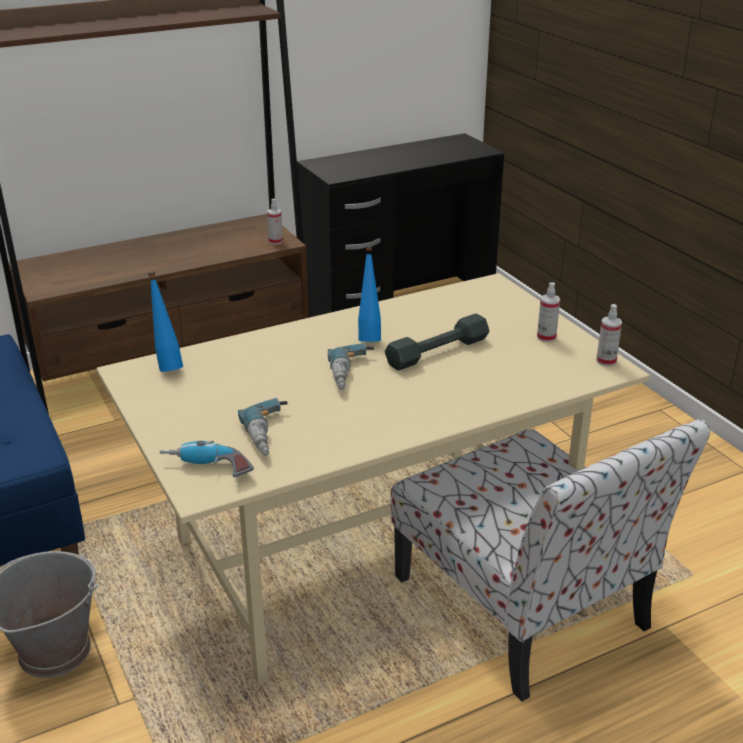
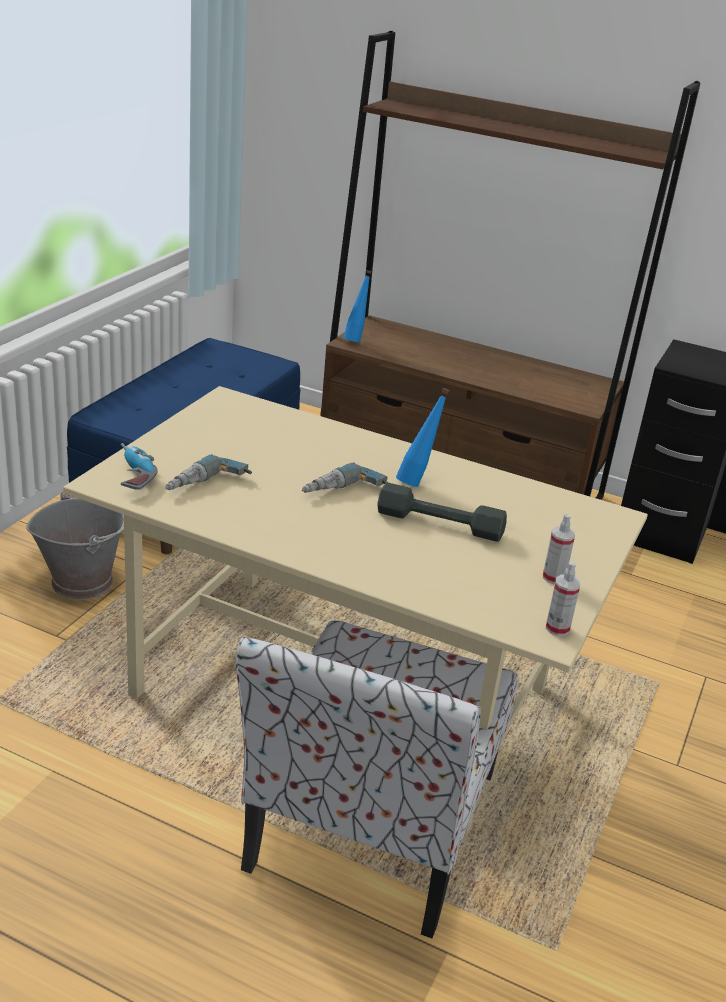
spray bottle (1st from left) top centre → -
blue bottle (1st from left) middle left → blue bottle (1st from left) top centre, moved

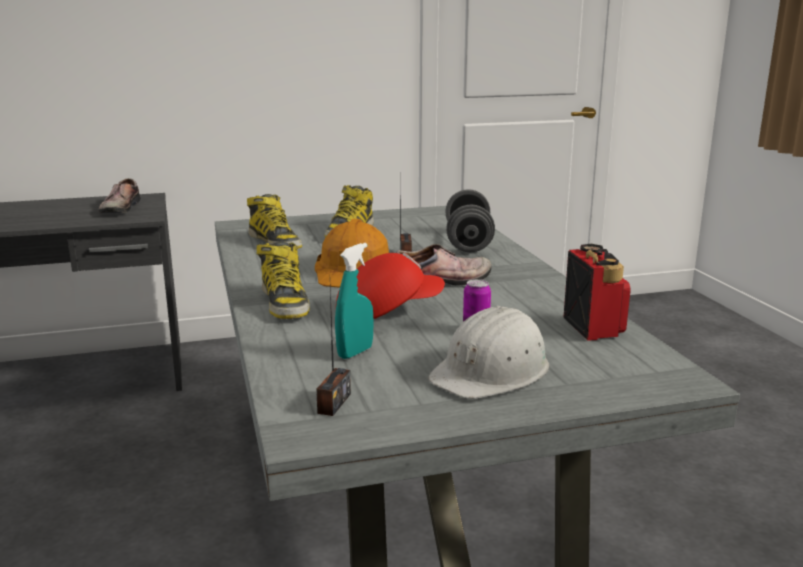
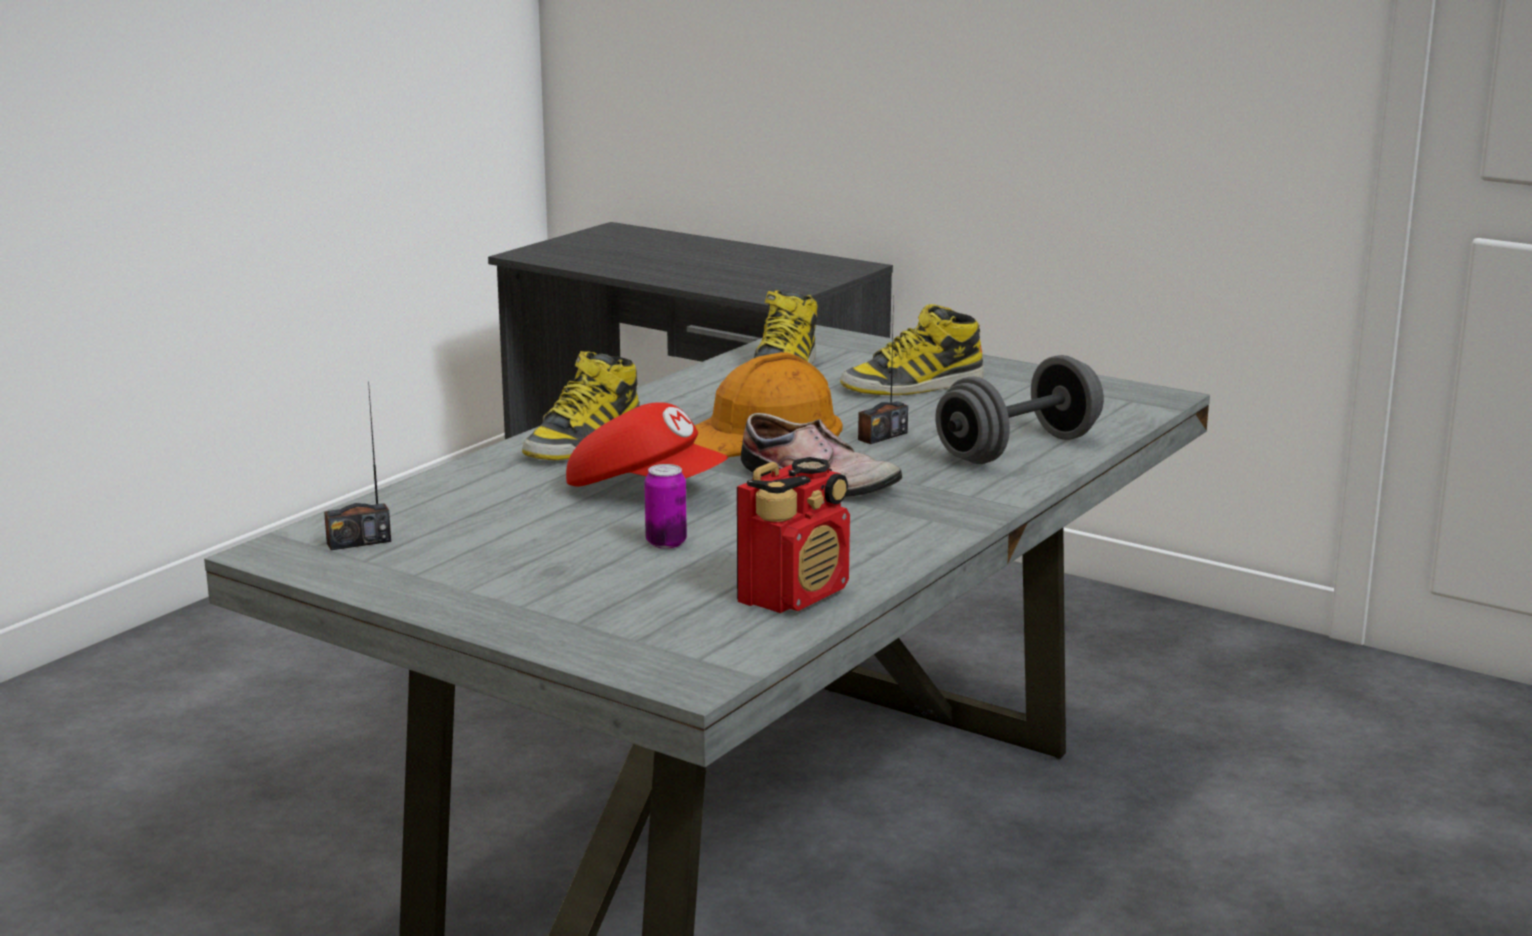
shoe (1st from left) middle left → -
turquoise spray bottle centre → -
white hard hat centre → -

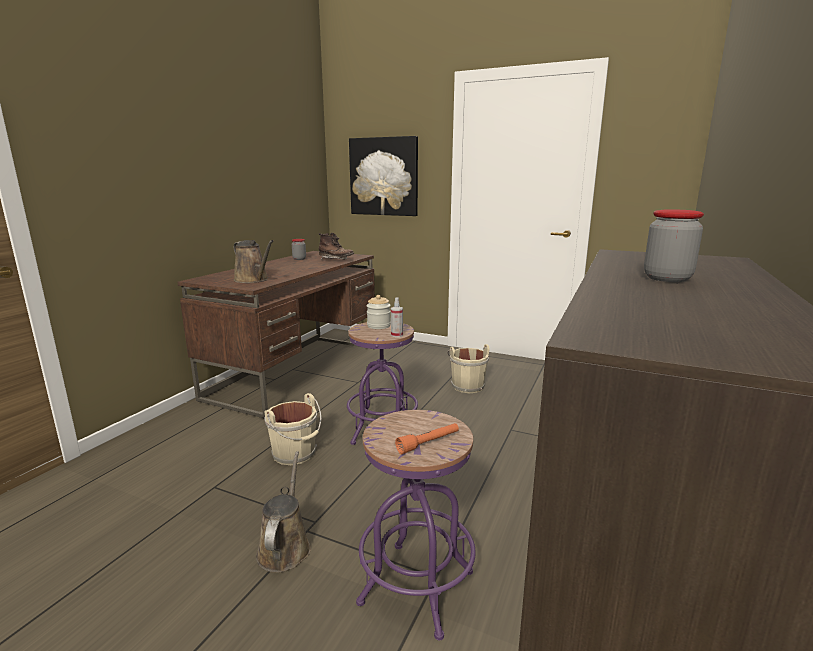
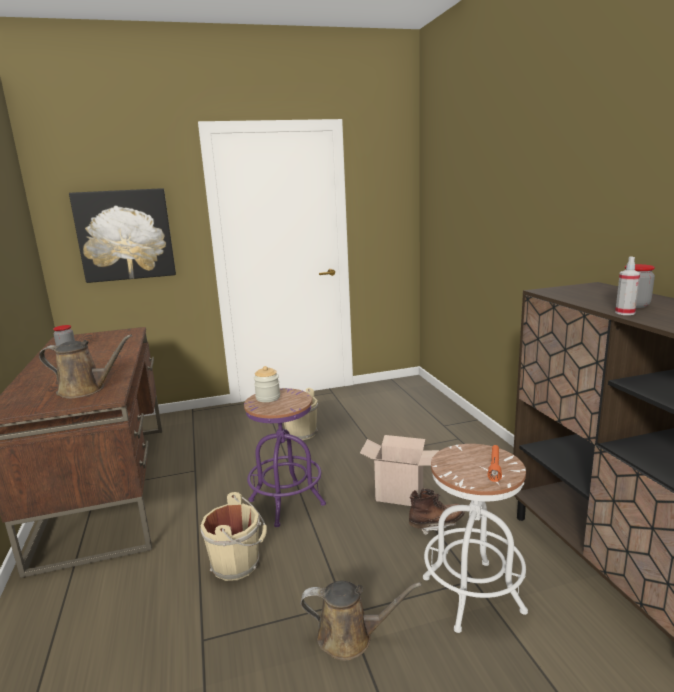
brown boot centre → brown boot bottom centre, moved
spray bottle centre → spray bottle middle right, moved
purple stool (2nd from left) bottom centre → white stool bottom right
brown watering can (2nd from left) bottom centre, 135 degrees clockwise
- → cardboard box bottom centre

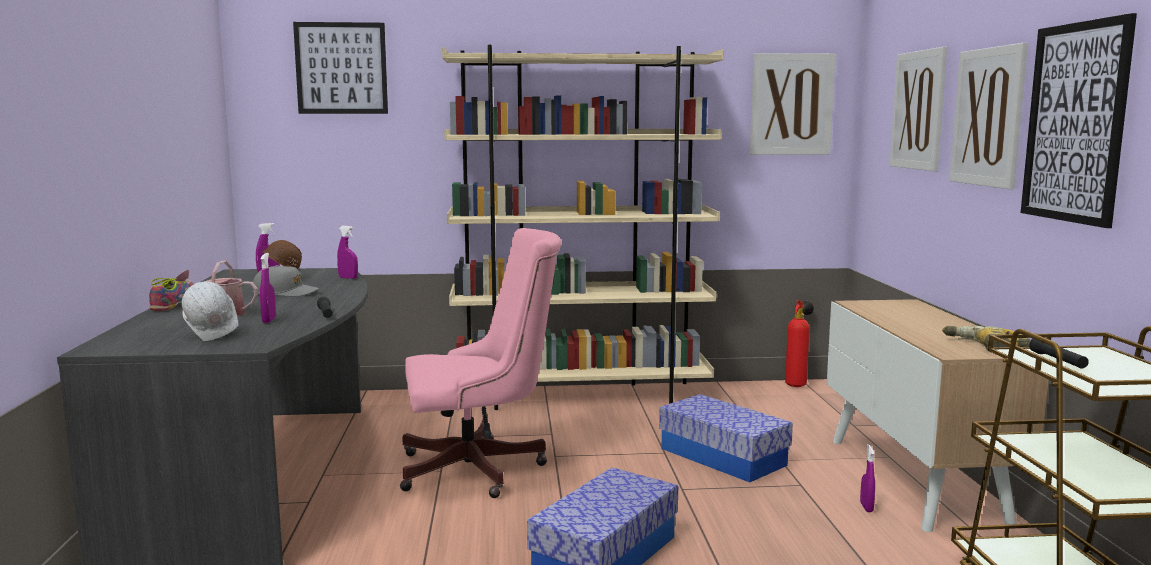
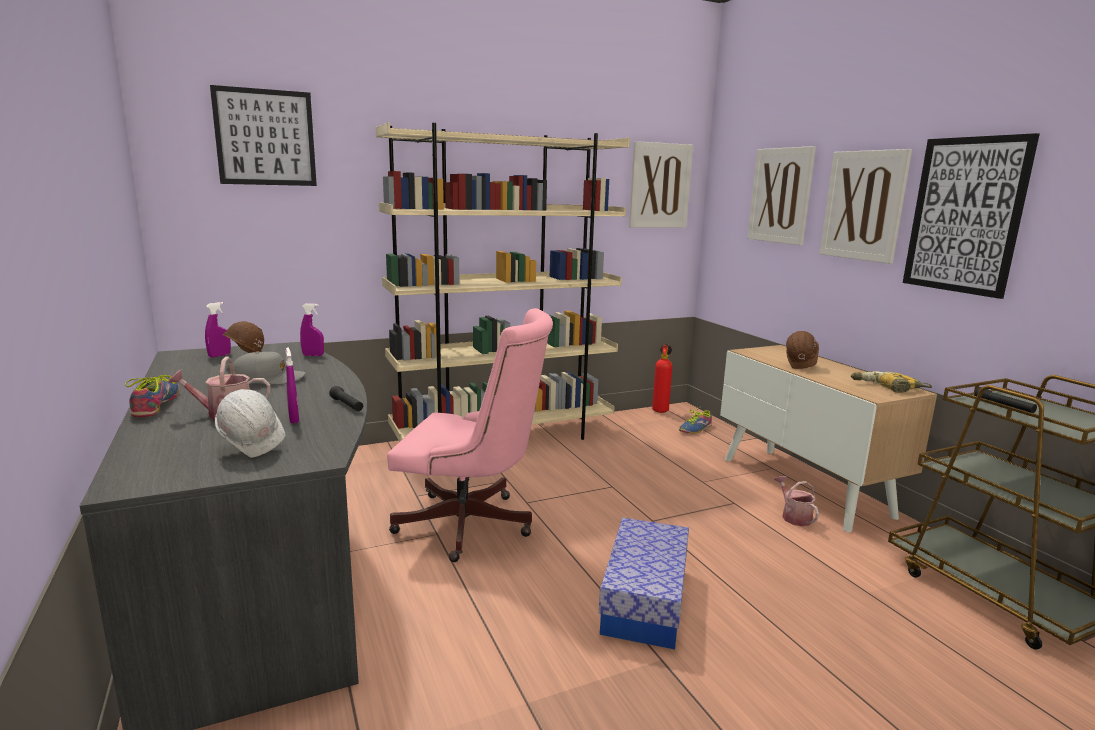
pink office chair centre, 45 degrees clockwise
storage box (2nd from left) bottom centre → -
purple spray bottle (4th from left) bottom right → watering can (2nd from left) bottom right
- → brown hard hat (2nd from left) middle right
- → shoe (2nd from left) centre

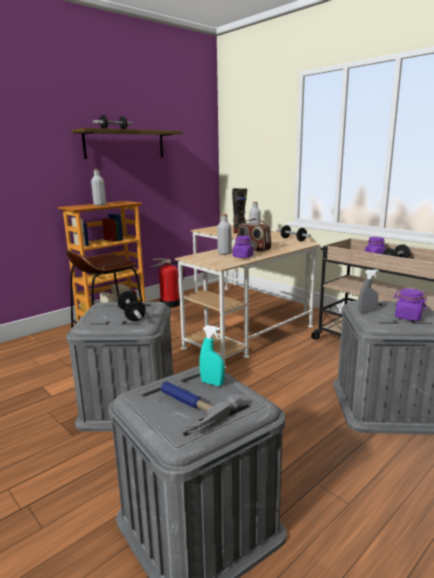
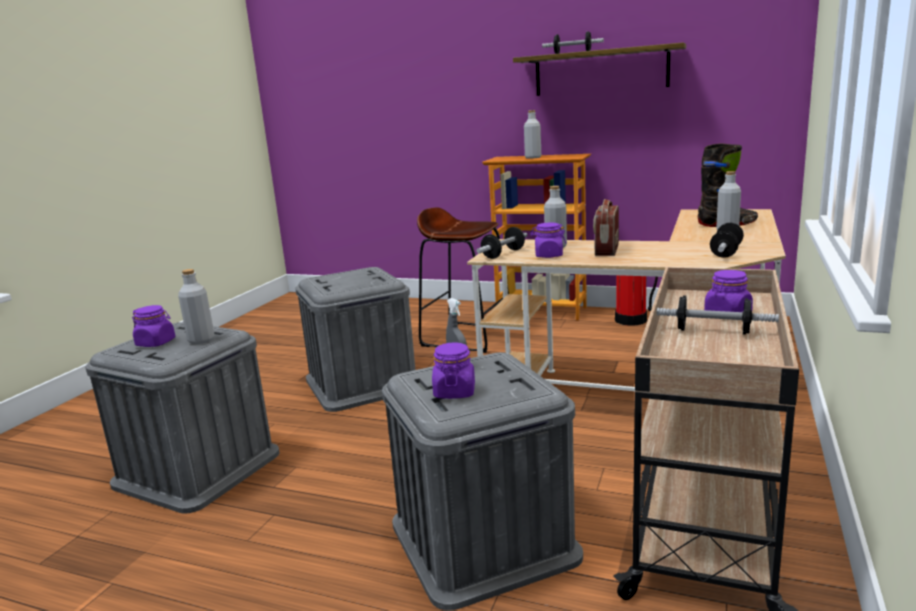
dumbbell (2nd from left in the first image) middle left → dumbbell (1st from left) centre, moved
turquoise spray bottle centre → grey bottle (1st from left) middle left
hammer bottom centre → purple jar (1st from left) middle left

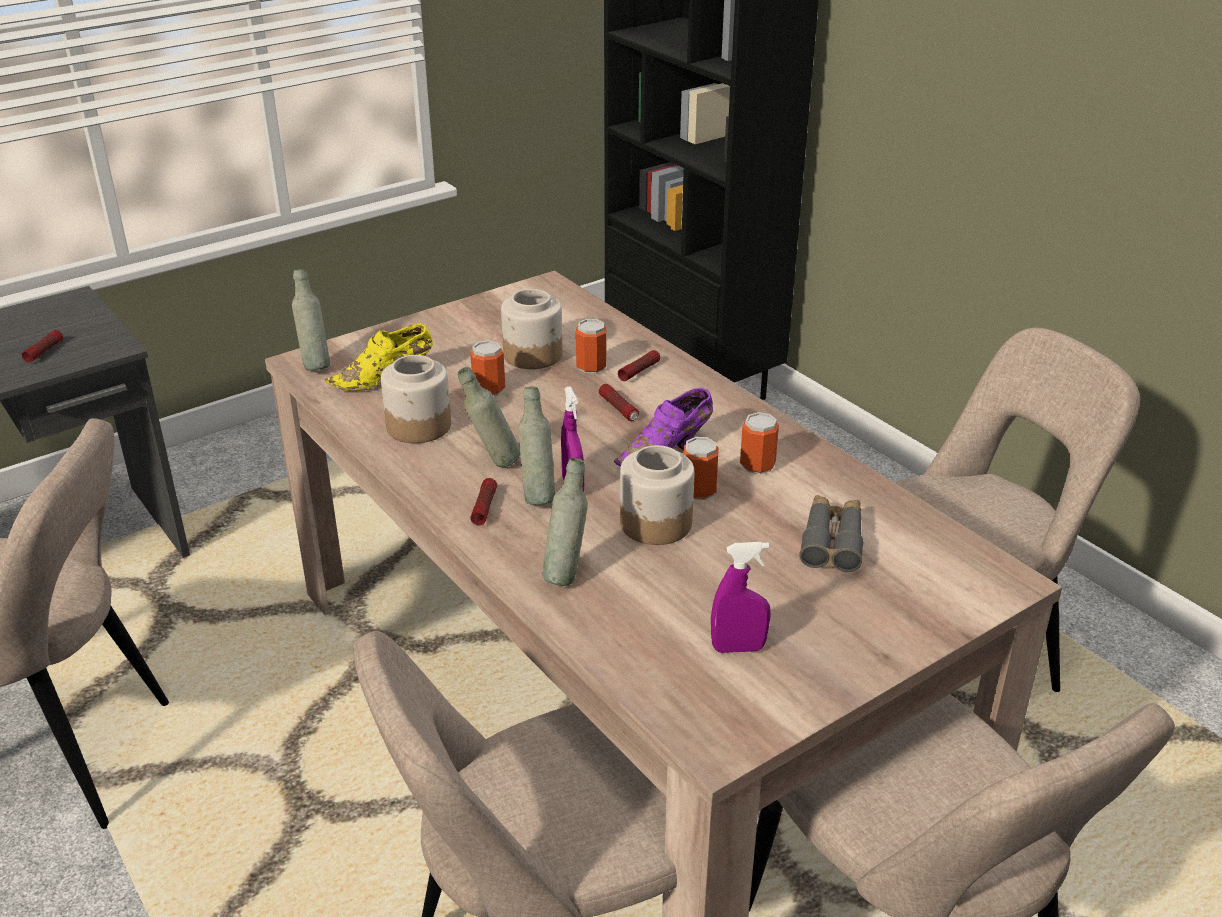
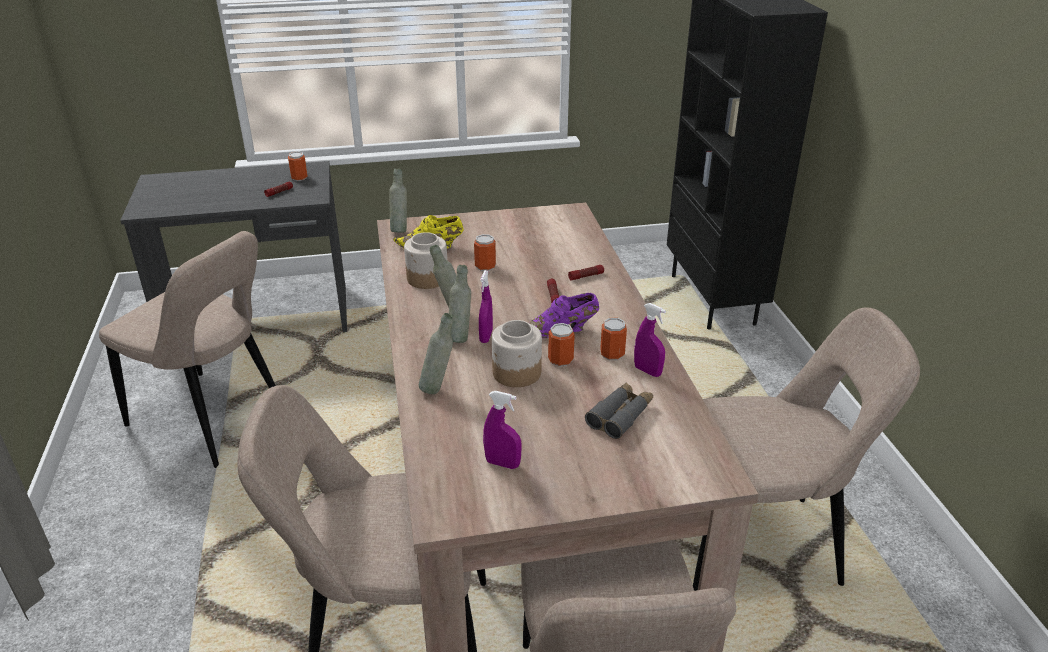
jar (2nd from left) centre → -
can (2nd from left in the first image) centre → can (1st from left) top left, moved
flashlight (2nd from left) centre → -
- → purple spray bottle (3rd from left) centre

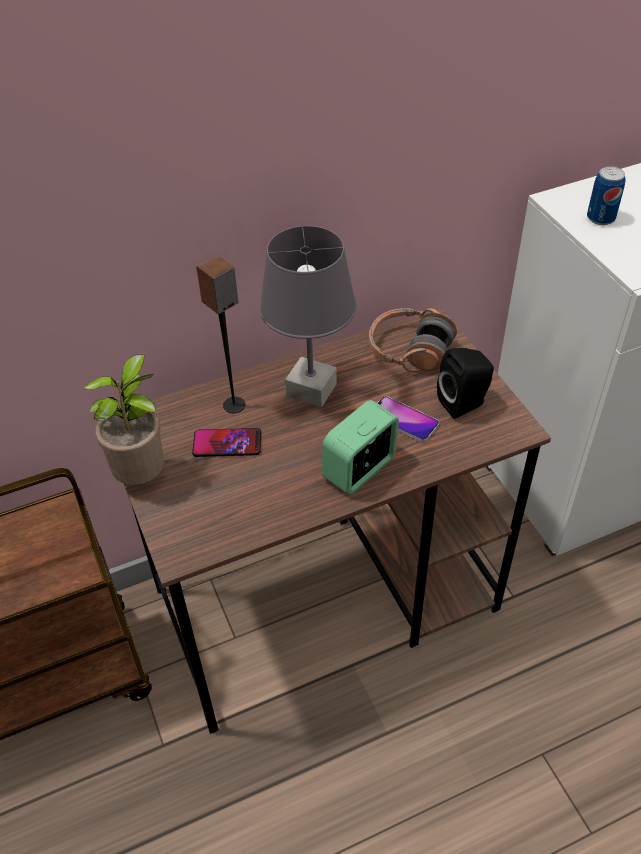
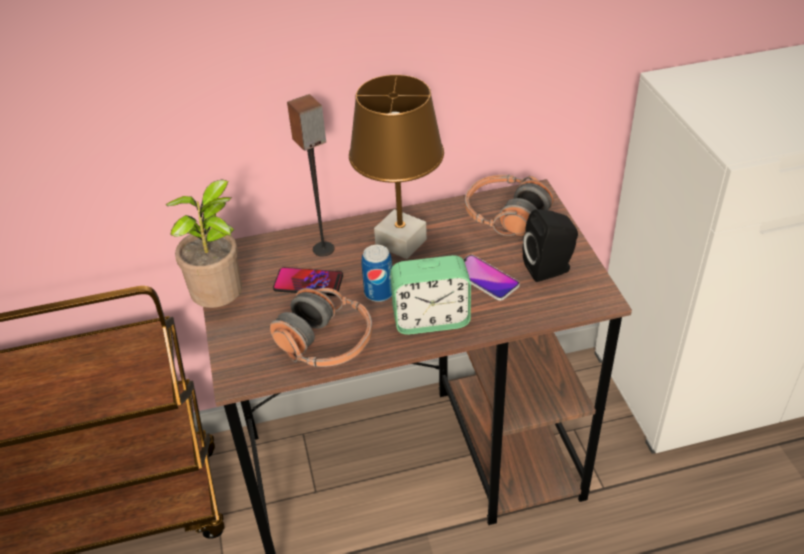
can top right → can centre, moved
grey table lamp centre → brown table lamp top centre
alarm clock centre, 150 degrees counterclockwise
- → headphones (1st from left) centre

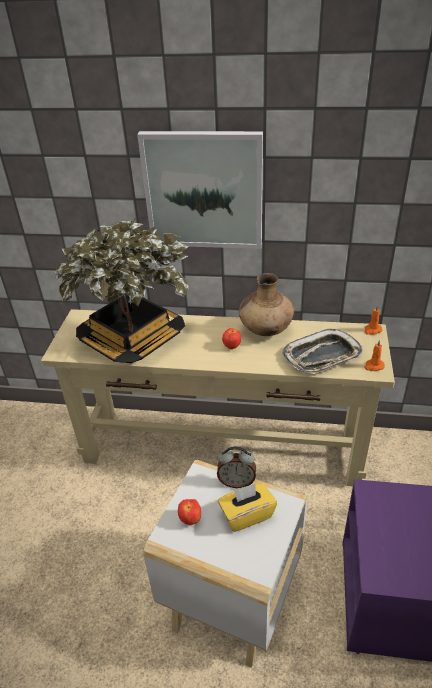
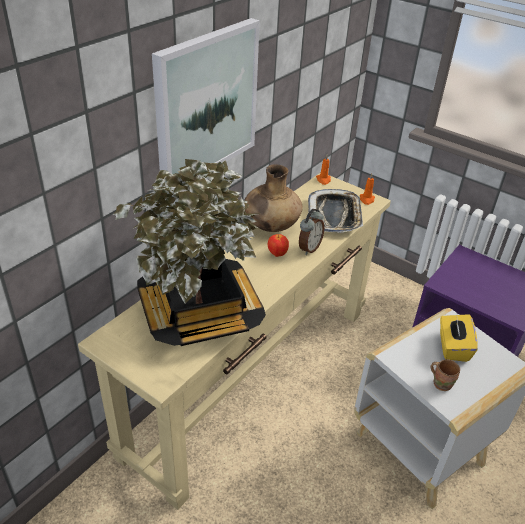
alarm clock bottom centre → alarm clock centre, moved
apple (1st from left) bottom centre → brown mug bottom right

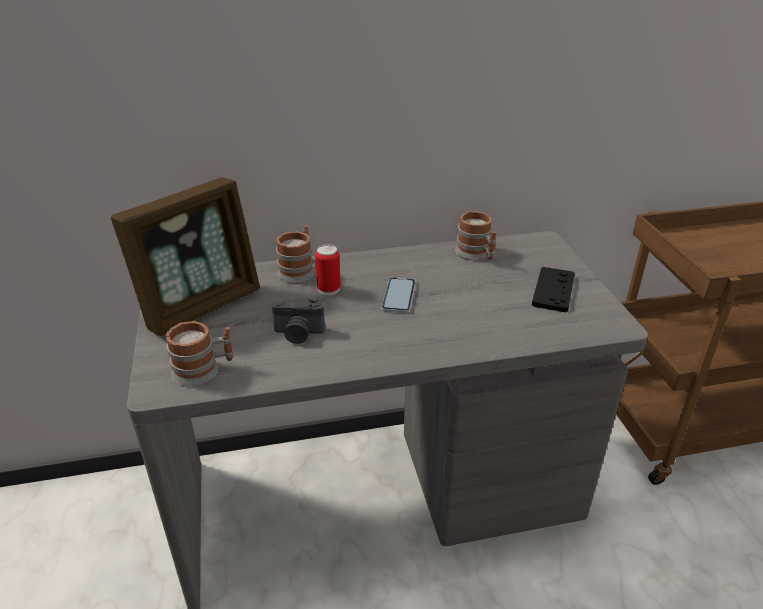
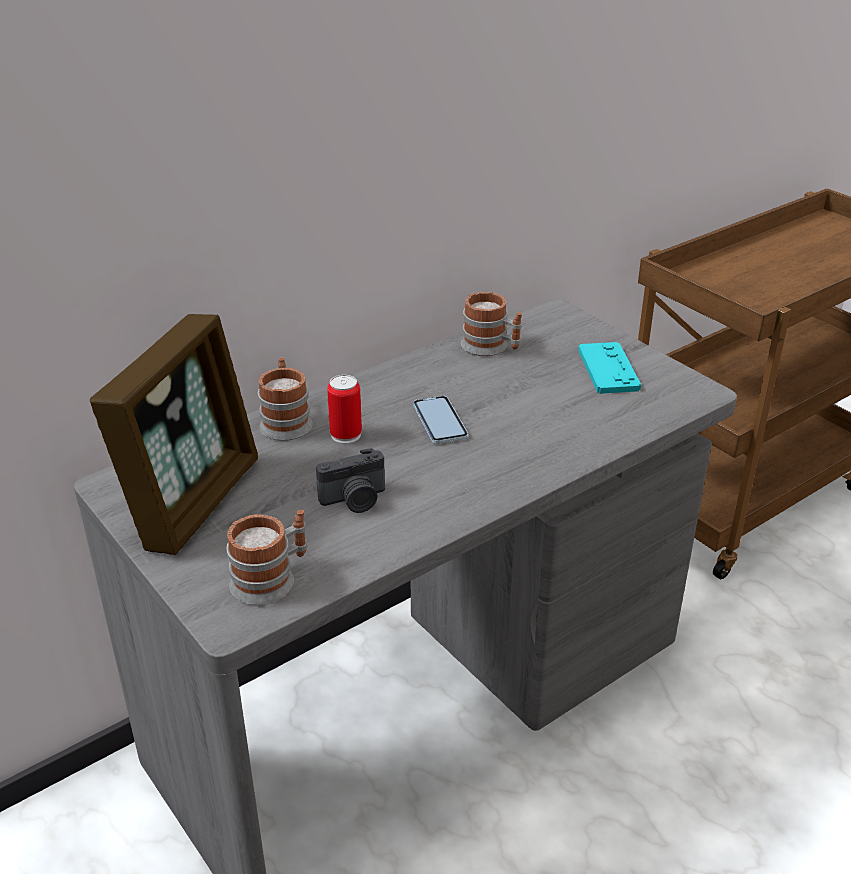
black game controller middle right → turquoise game controller middle right

